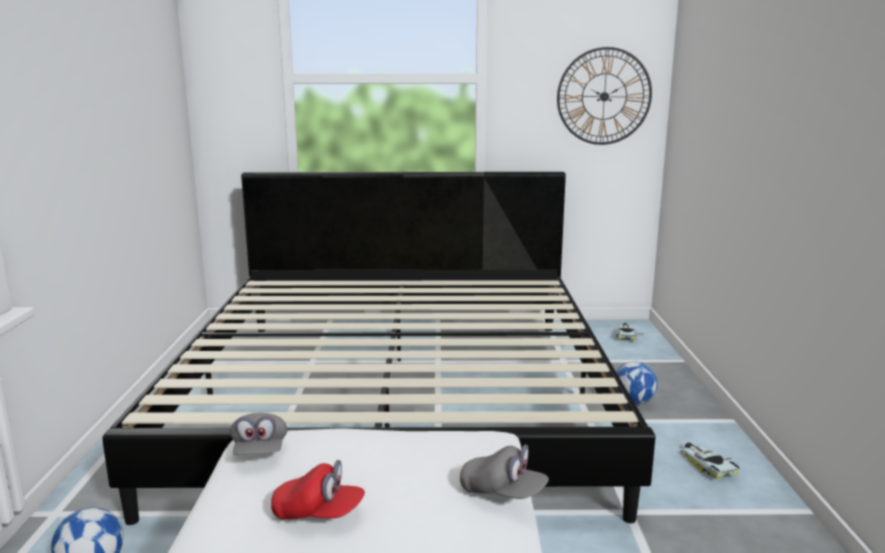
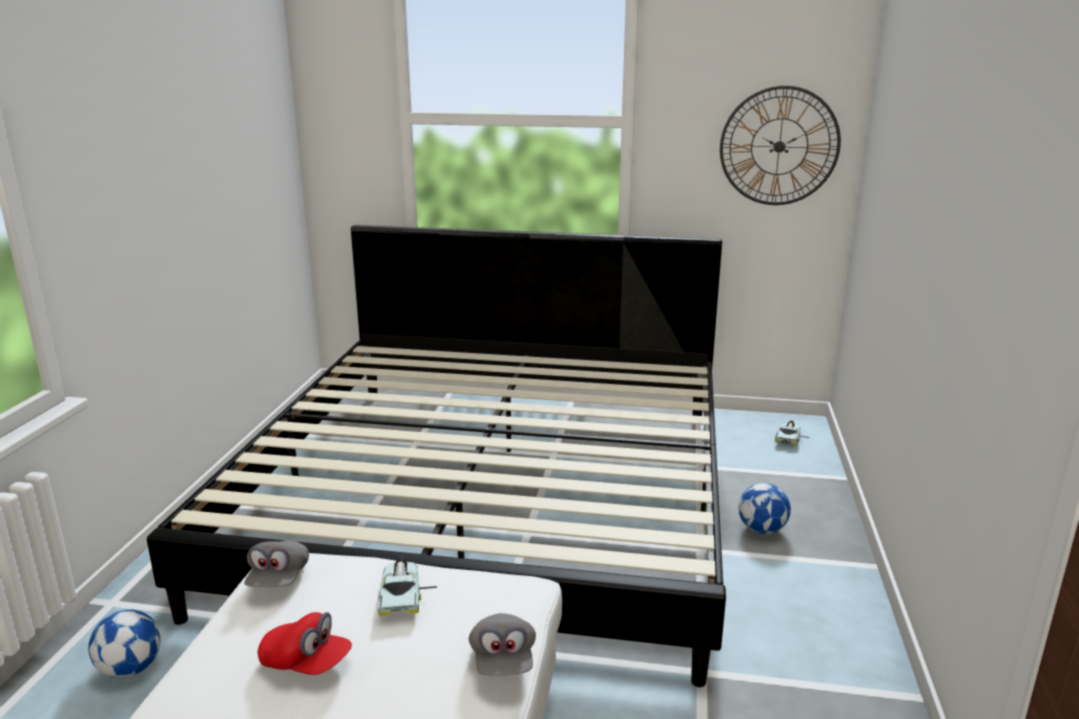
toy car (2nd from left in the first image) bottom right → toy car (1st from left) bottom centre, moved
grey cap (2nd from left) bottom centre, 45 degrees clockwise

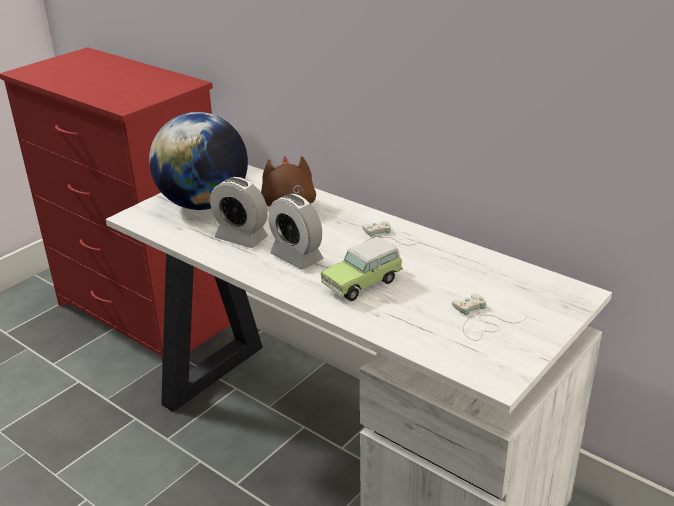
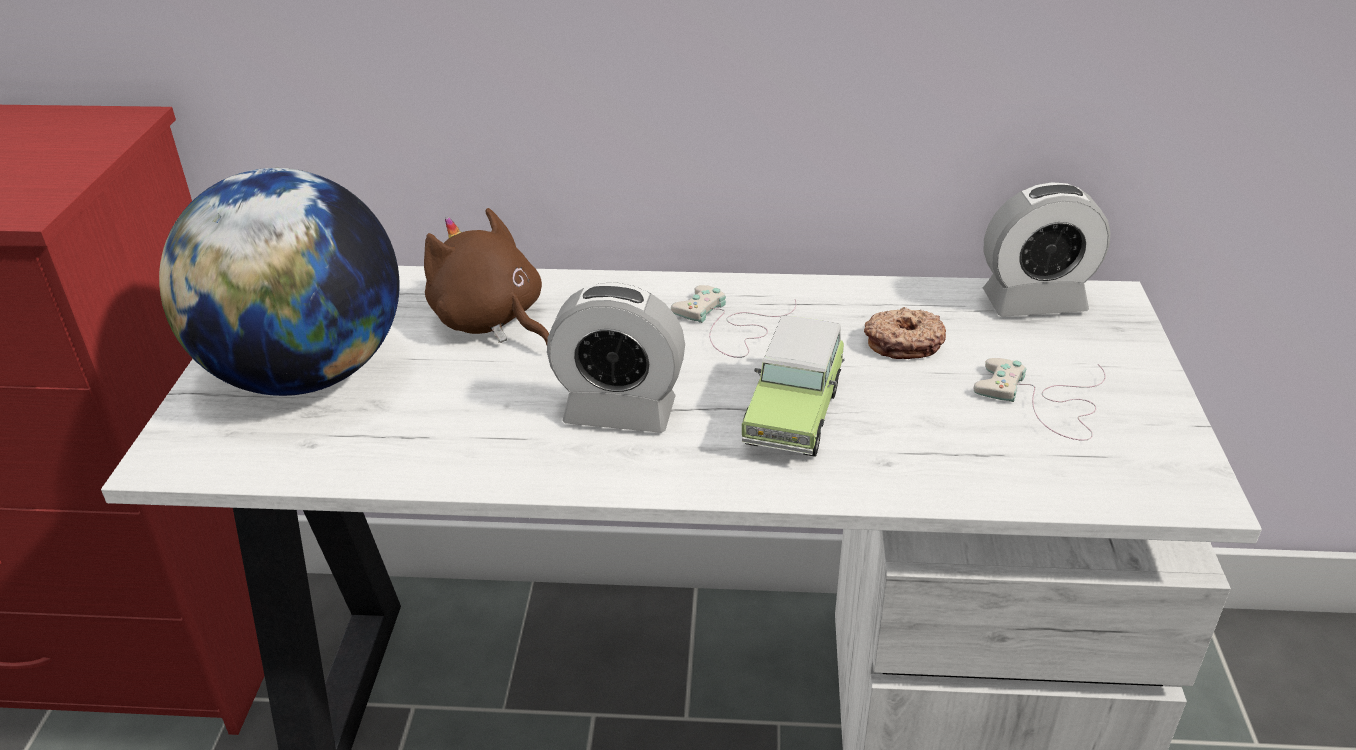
alarm clock (1st from left in the first image) centre → alarm clock (2nd from left) top right, moved
- → donut middle right

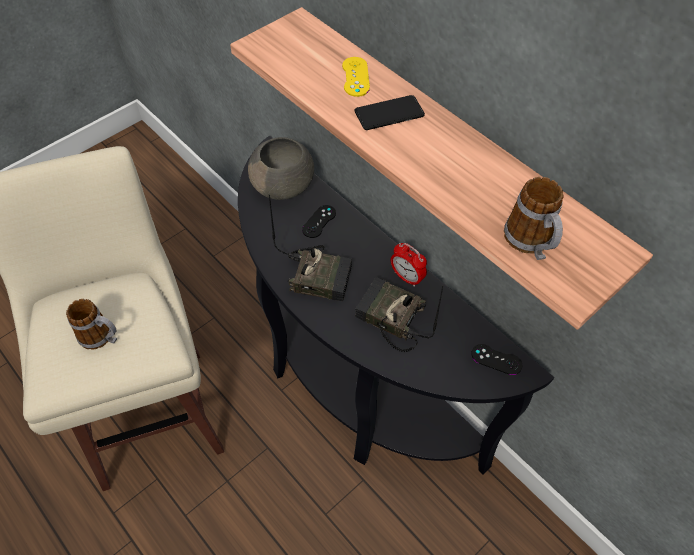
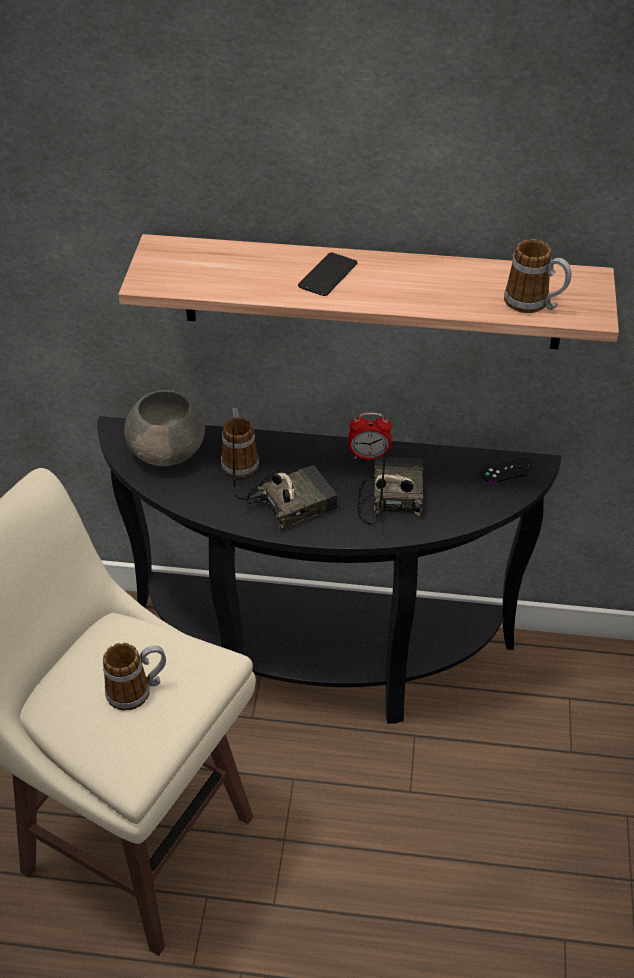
yellow game controller top centre → -
black game controller (1st from left) centre → mug (2nd from left) centre
radio (2nd from left) centre, 105 degrees clockwise

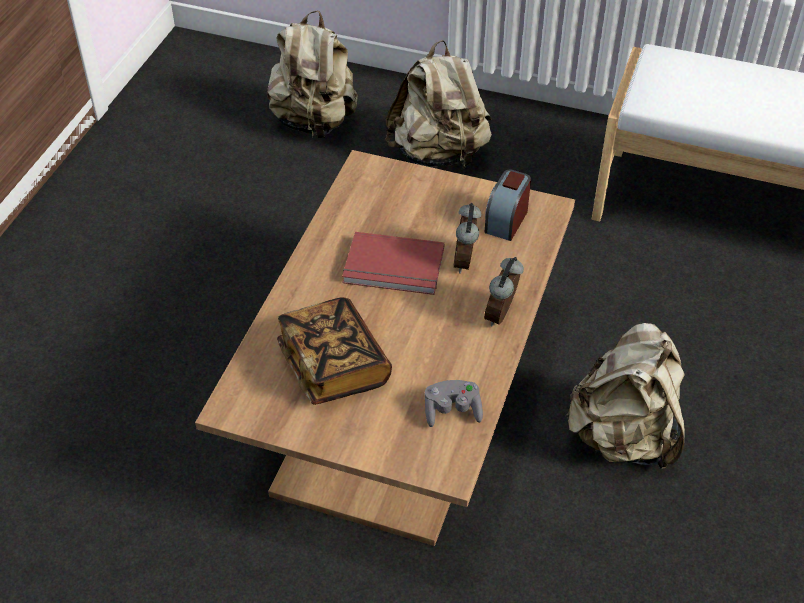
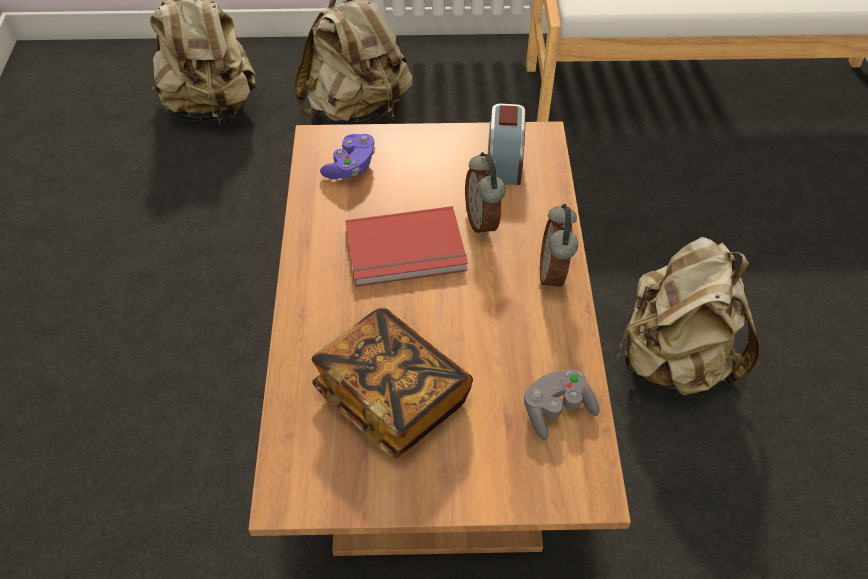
- → purple game controller top centre

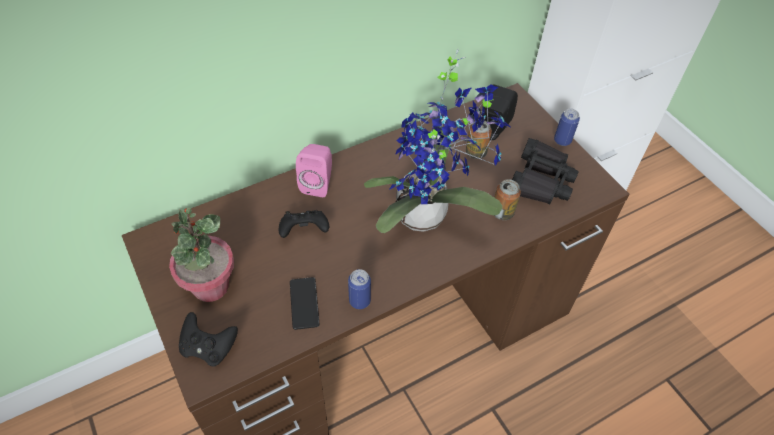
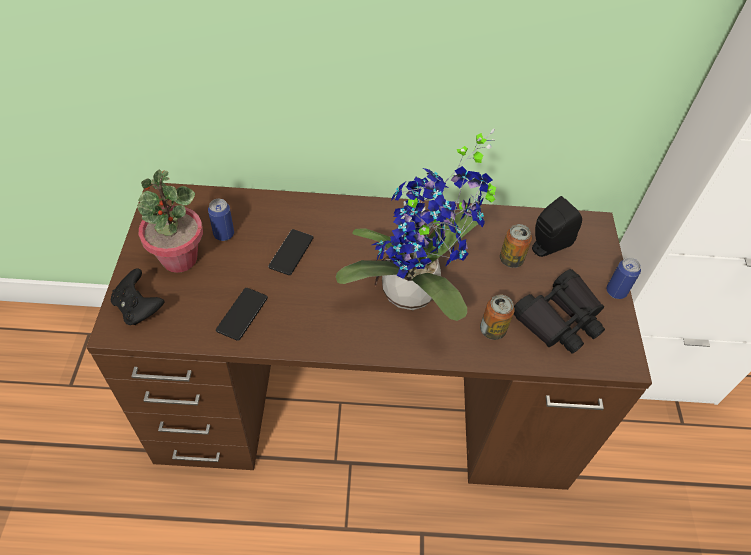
pink speaker centre → -
black game controller (2nd from left) centre → phone (2nd from left) centre
can (1st from left) centre → can (1st from left) middle left, moved

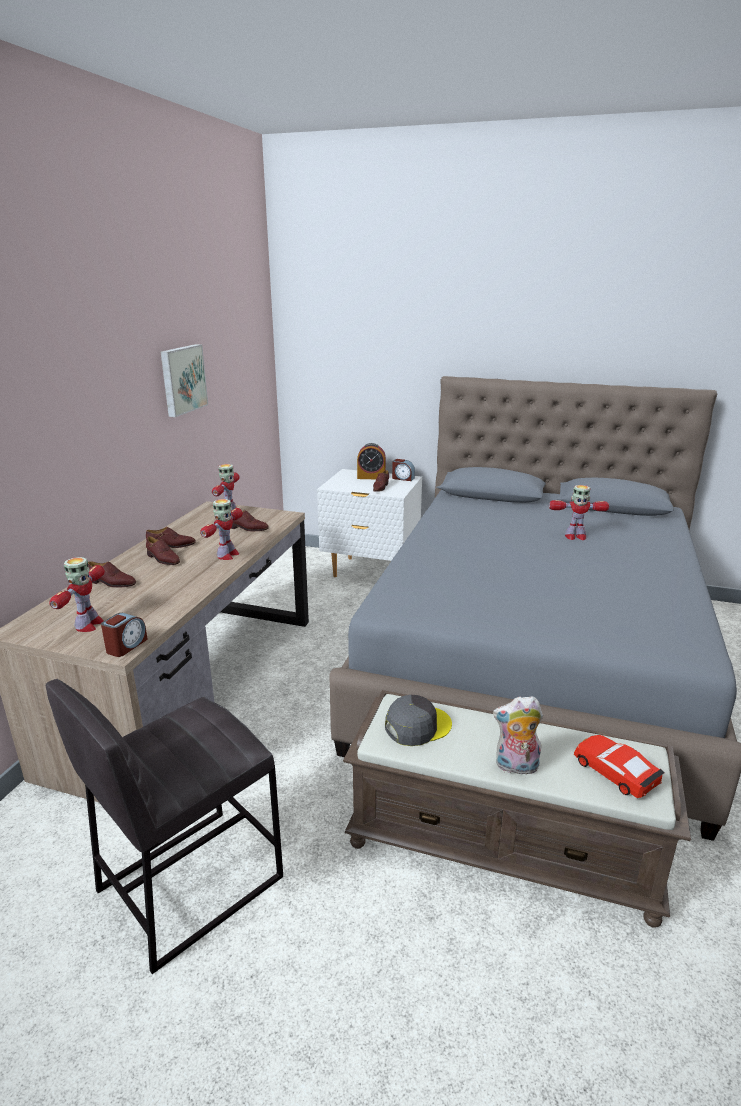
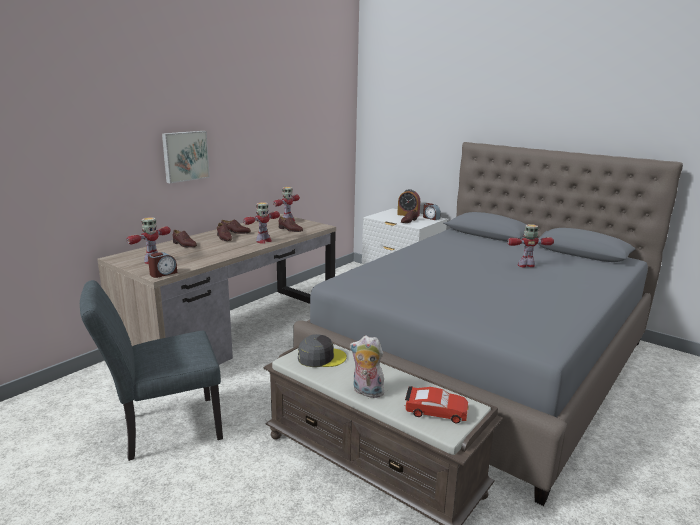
picture middle left → picture top left, moved
toy robot (4th from left) middle right, 150 degrees clockwise
grey stool bottom left → grey chair bottom left
red toy car bottom right → red toy car bottom centre, 120 degrees clockwise

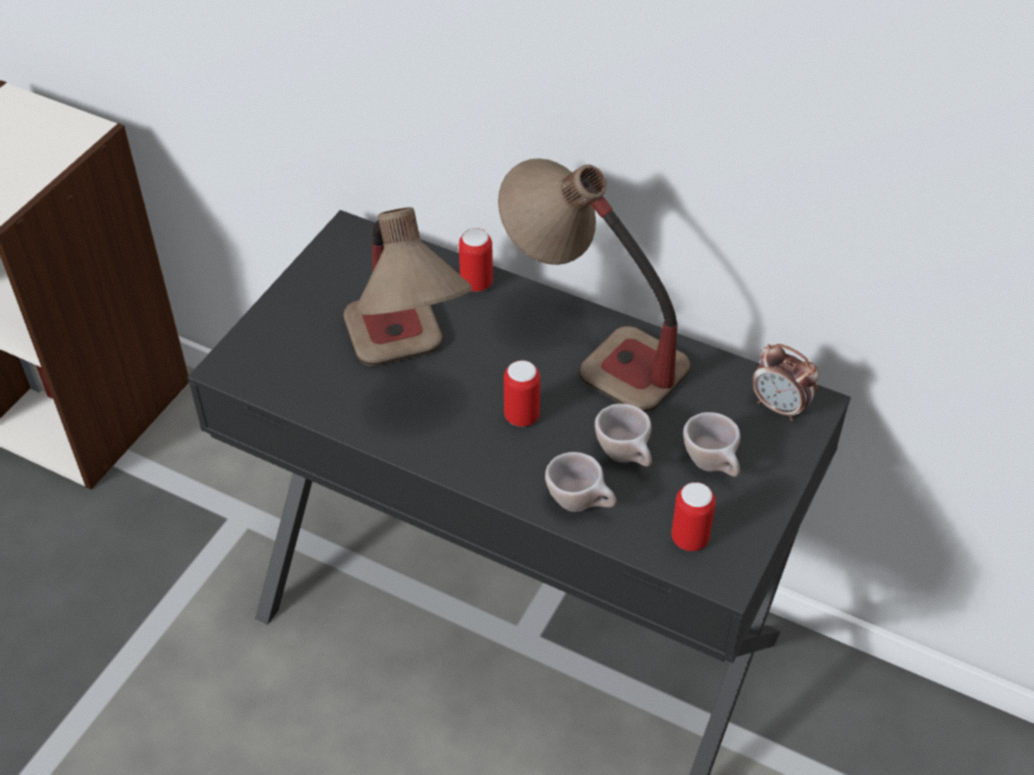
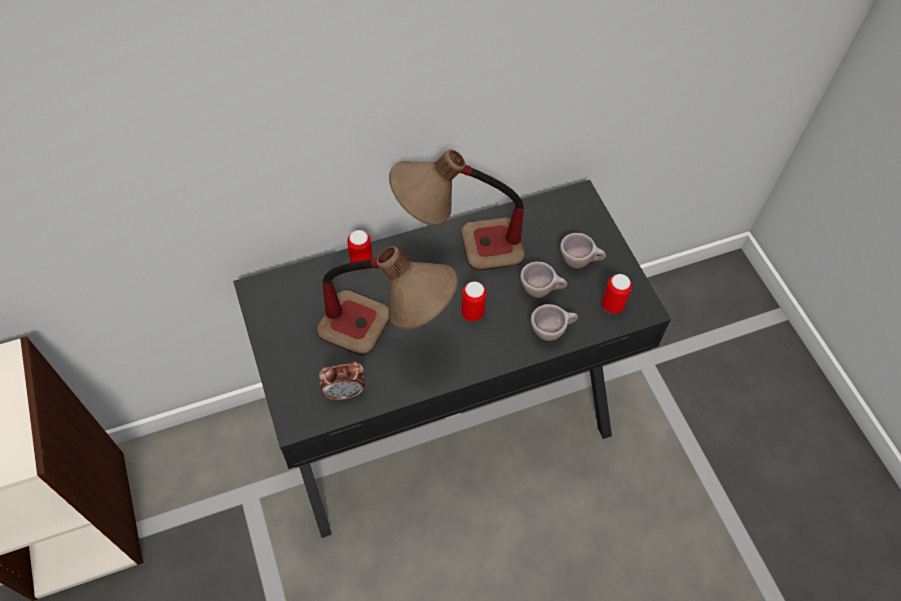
alarm clock middle right → alarm clock centre, moved

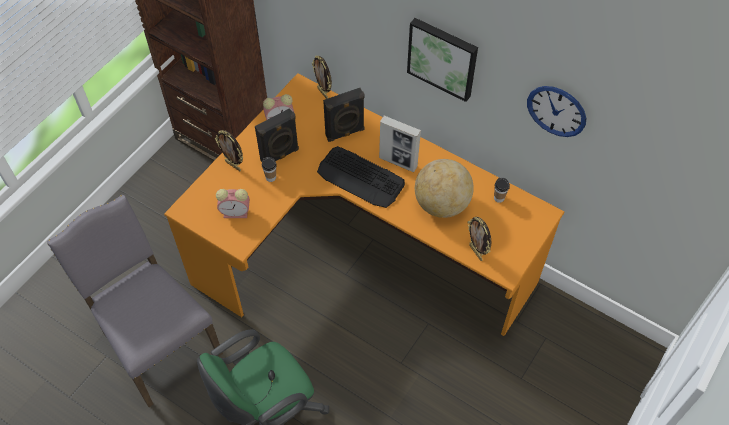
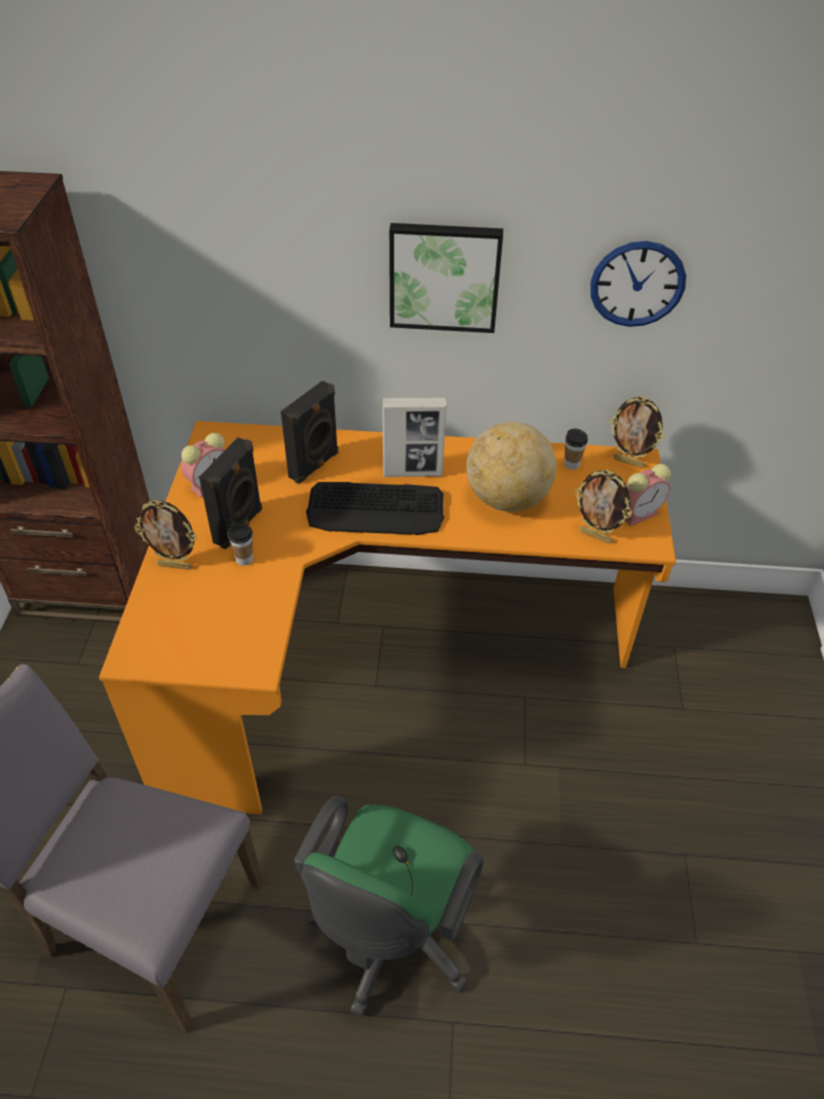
picture frame (2nd from left in the first image) top centre → picture frame (4th from left) middle right, moved
alarm clock (1st from left in the first image) middle left → alarm clock (2nd from left) middle right, moved

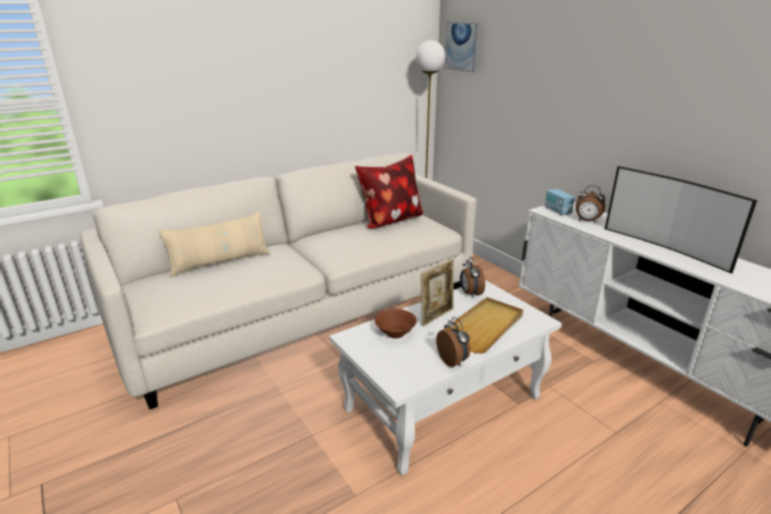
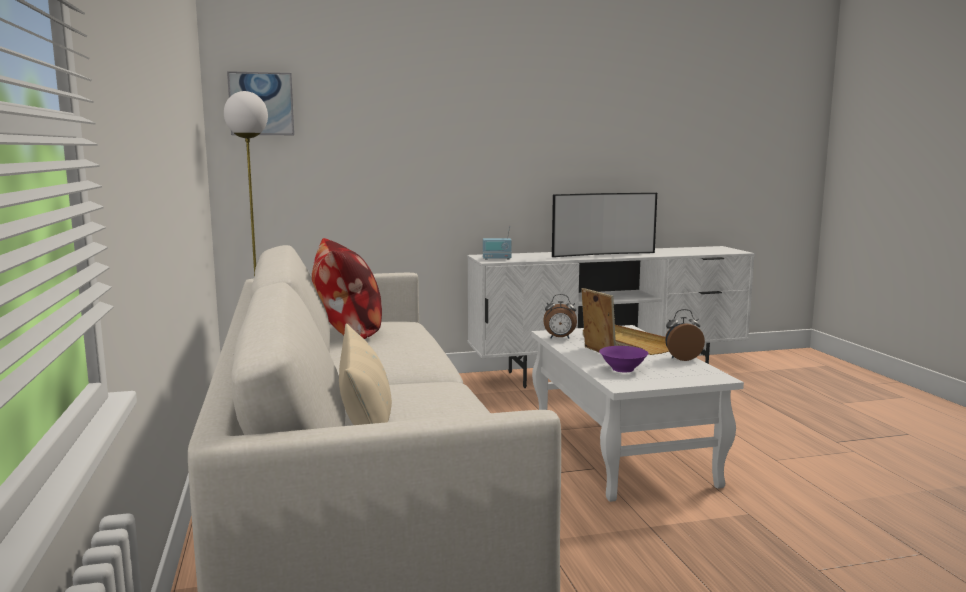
alarm clock (3rd from left) middle right → -
brown bowl centre → purple bowl centre

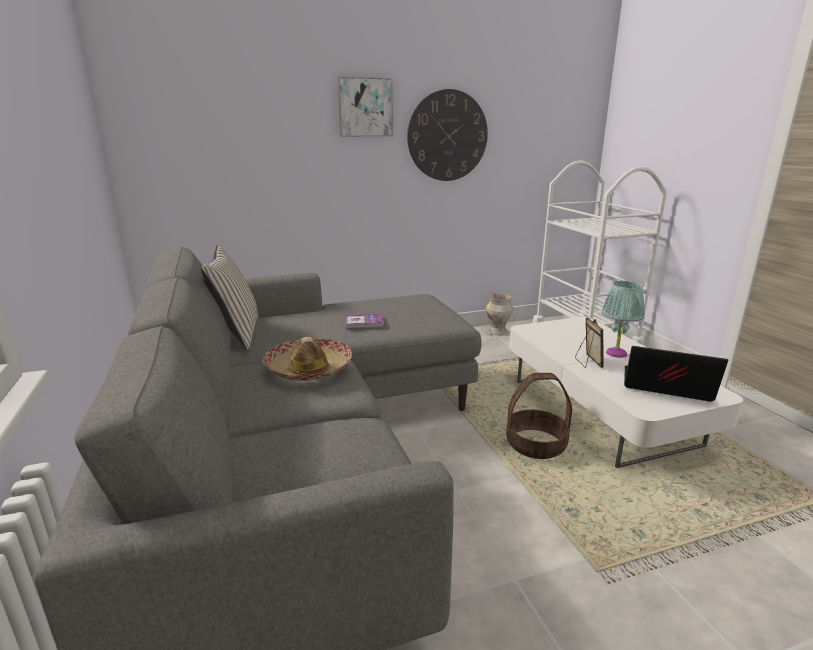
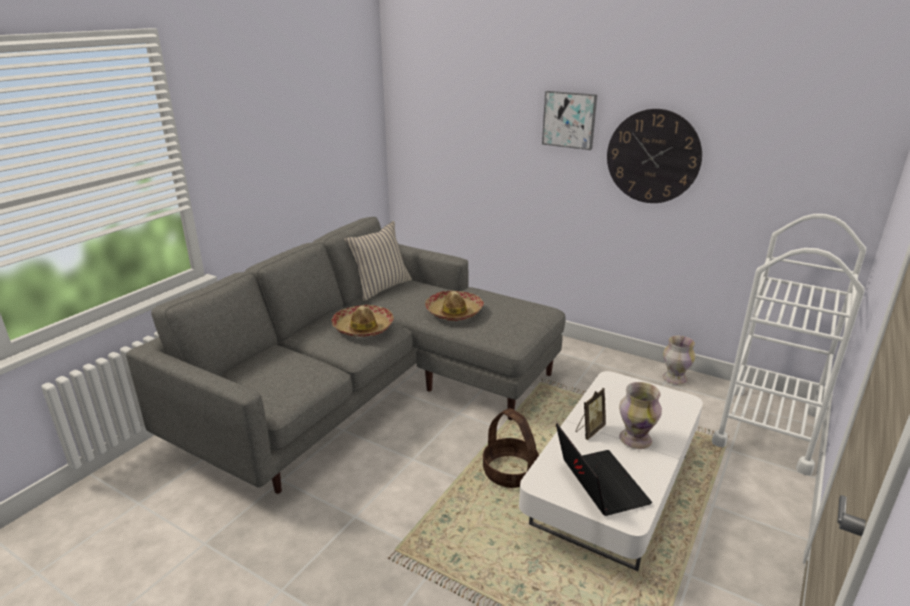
turquoise table lamp middle right → vase (1st from left) bottom right
book centre → hat (2nd from left) centre

